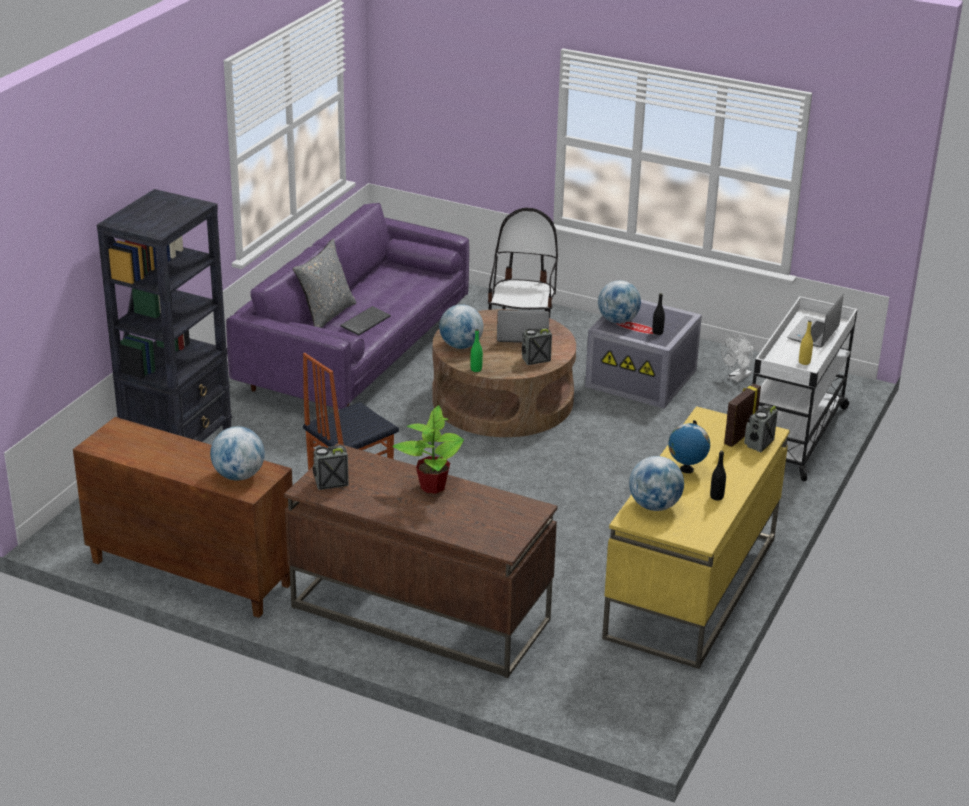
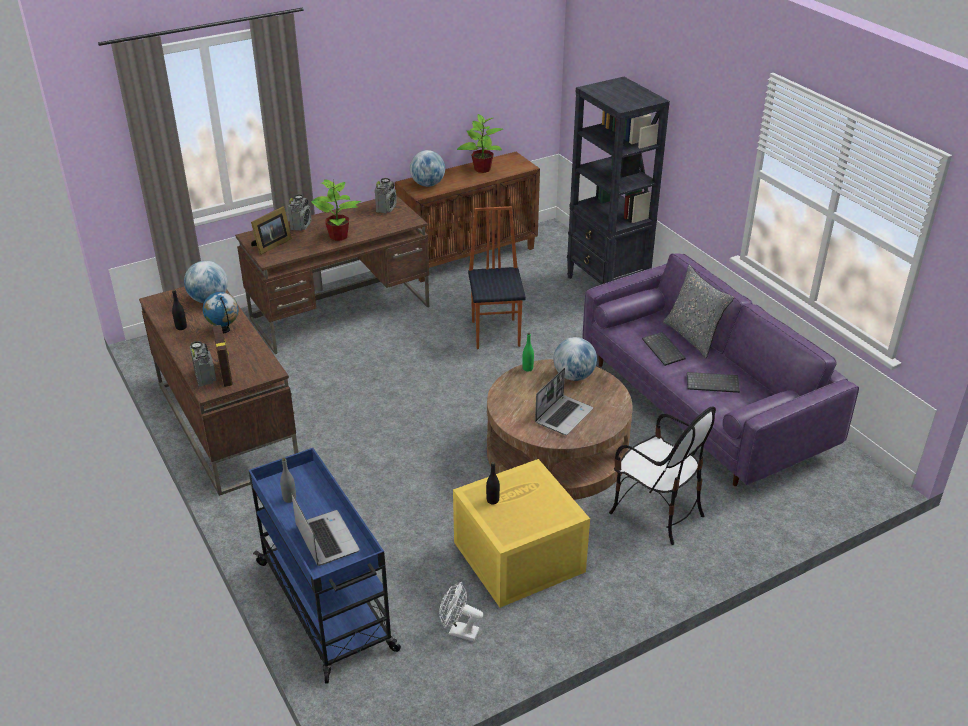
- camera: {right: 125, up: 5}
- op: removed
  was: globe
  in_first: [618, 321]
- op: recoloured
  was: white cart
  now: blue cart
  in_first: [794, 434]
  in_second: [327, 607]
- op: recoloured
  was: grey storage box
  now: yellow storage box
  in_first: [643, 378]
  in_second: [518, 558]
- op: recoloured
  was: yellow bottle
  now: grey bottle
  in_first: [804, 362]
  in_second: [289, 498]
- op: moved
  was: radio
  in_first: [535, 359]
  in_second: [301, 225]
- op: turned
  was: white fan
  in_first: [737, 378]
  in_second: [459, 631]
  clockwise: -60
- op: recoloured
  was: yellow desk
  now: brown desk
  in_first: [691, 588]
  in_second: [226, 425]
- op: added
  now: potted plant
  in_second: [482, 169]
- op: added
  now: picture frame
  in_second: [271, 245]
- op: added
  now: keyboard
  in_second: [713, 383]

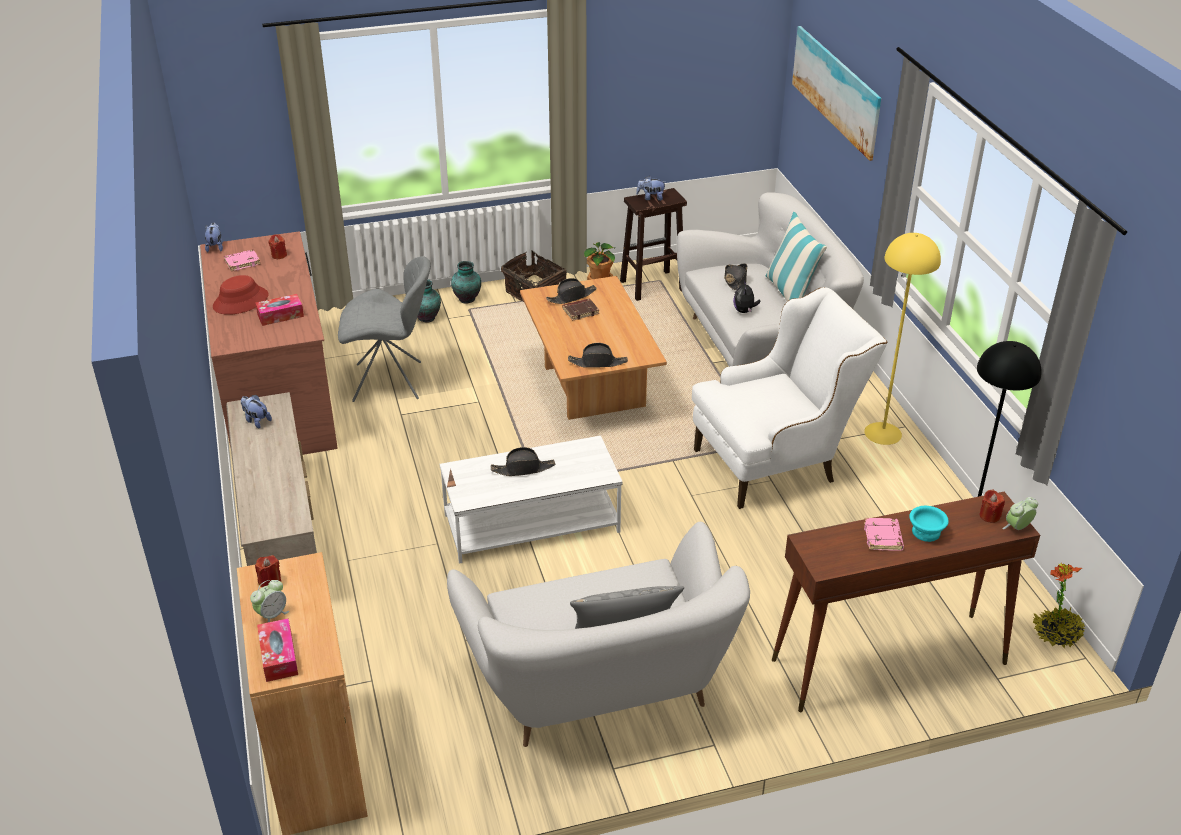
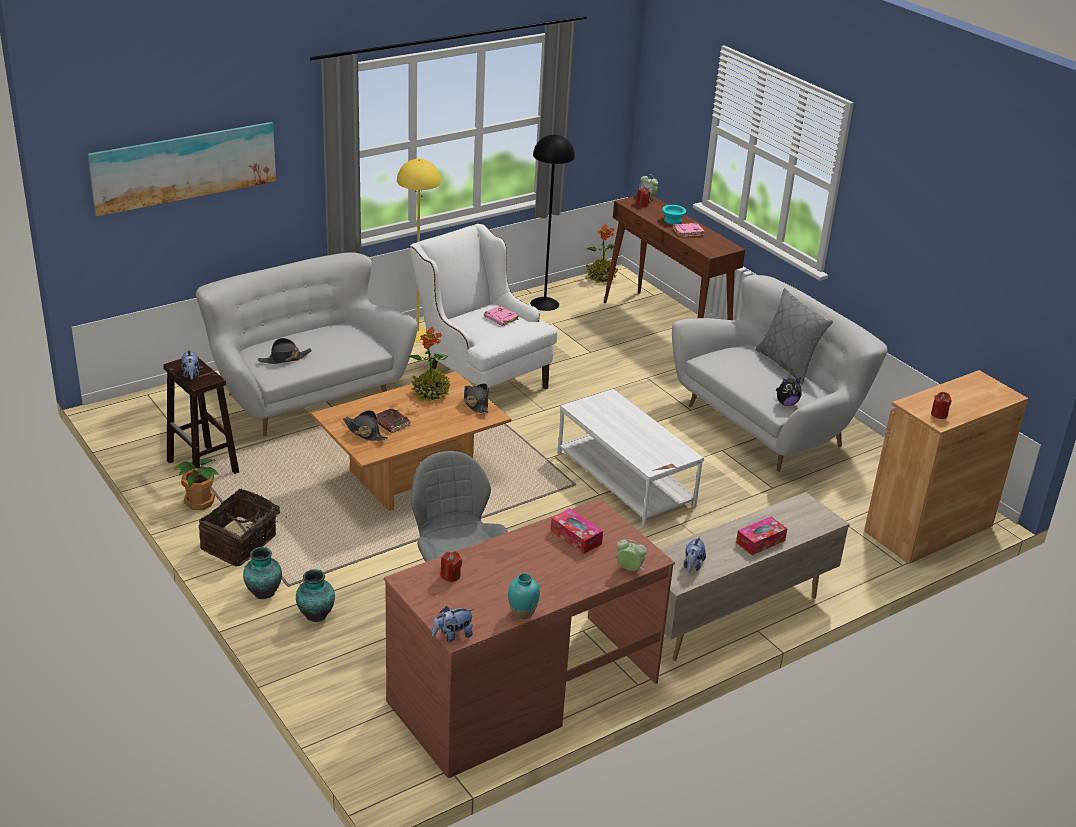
- camera: {right: -110, up: -5}
- op: removed
  was: pillow
  in_first: [790, 293]
- op: moved
  was: pink book
  in_first: [242, 262]
  in_second: [500, 318]
- op: removed
  was: red hat
  in_first: [241, 301]
- op: moved
  was: plush toy
  in_first: [744, 311]
  in_second: [786, 403]
- op: removed
  was: black hat
  in_first: [523, 469]
- op: moved
  was: alarm clock
  in_first: [272, 615]
  in_second: [629, 569]
- op: moved
  was: tissue box
  in_first: [279, 656]
  in_second: [760, 541]
- op: added
  now: potted plant
  in_second: [431, 393]
- op: added
  now: turquoise vase
  in_second: [522, 613]

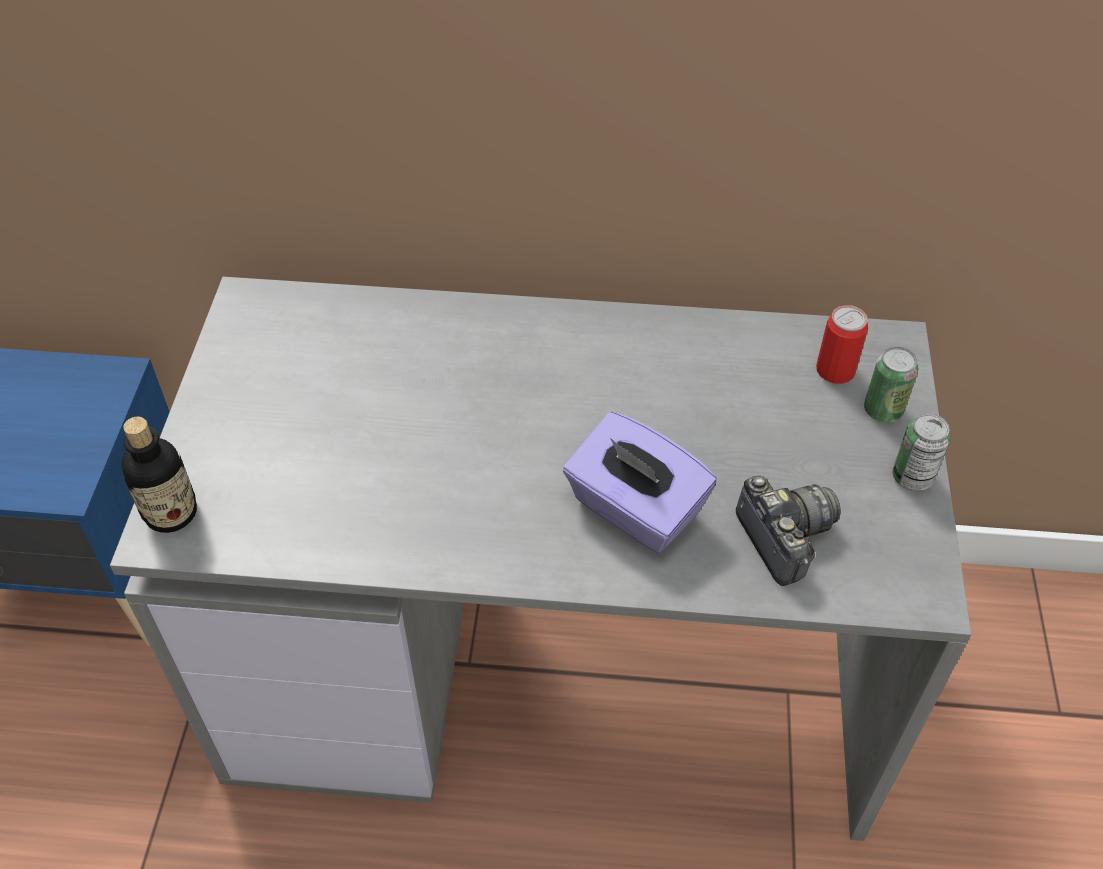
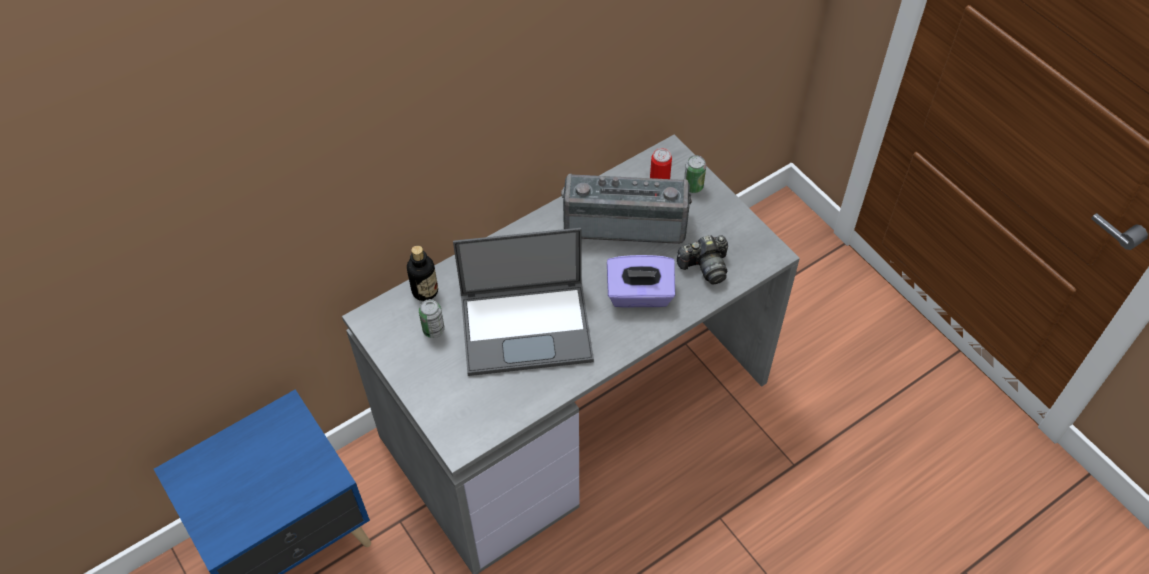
- camera: {right: -40, up: 5}
- op: moved
  was: can
  in_first: [912, 477]
  in_second: [433, 330]
- op: moved
  was: bottle
  in_first: [171, 513]
  in_second: [425, 291]
- op: turned
  was: photo camera
  in_first: [784, 538]
  in_second: [705, 266]
  clockwise: 135
- op: added
  now: radio
  in_second: [625, 222]
- op: added
  now: laptop
  in_second: [527, 326]

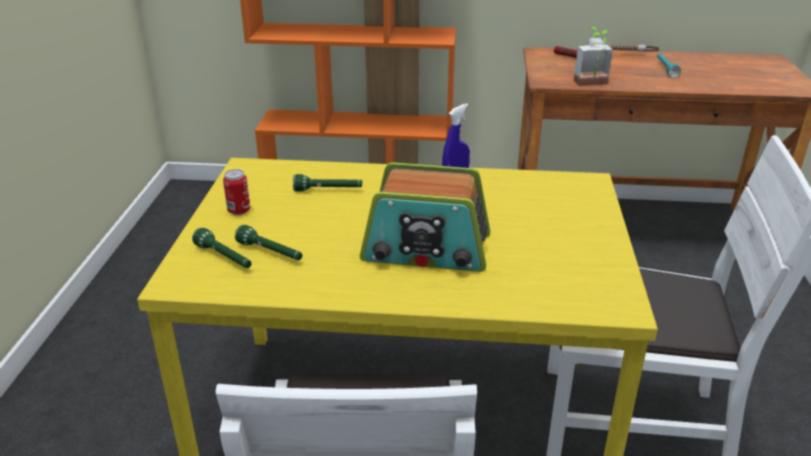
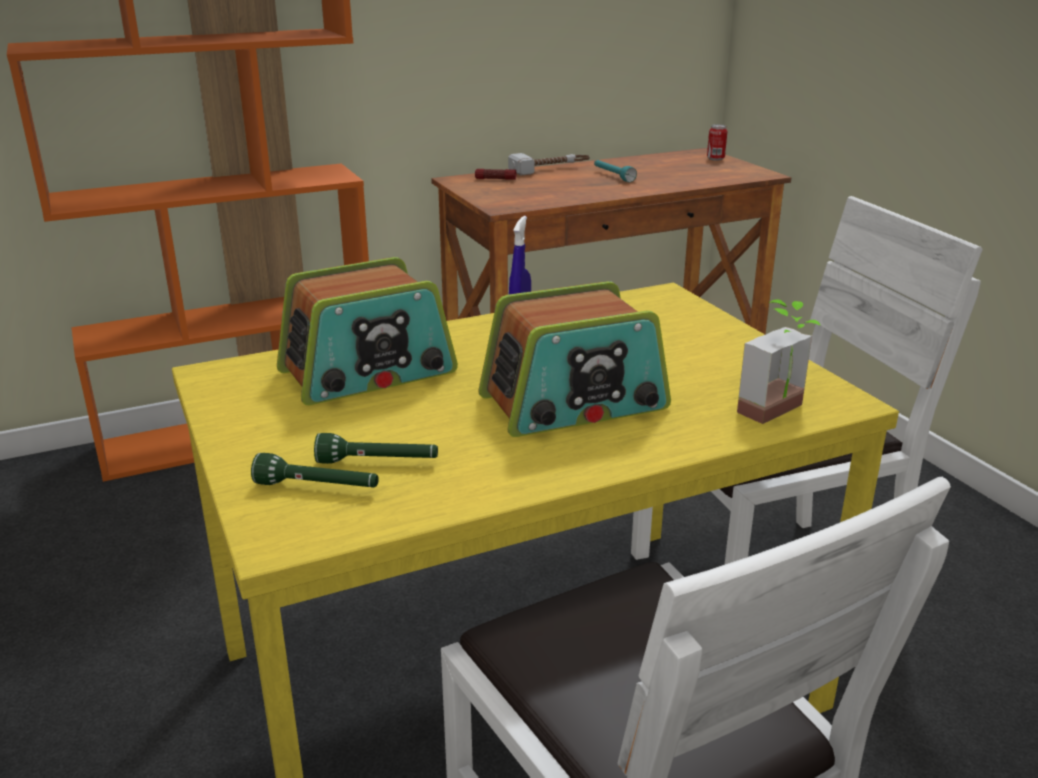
- camera: {right: -30, up: -5}
- op: moved
  was: potted plant
  in_first: [593, 84]
  in_second: [781, 413]
- op: moved
  was: can
  in_first: [239, 211]
  in_second: [715, 159]
- op: replaced
  was: green flashlight
  now: radio
  in_first: [328, 190]
  in_second: [368, 373]

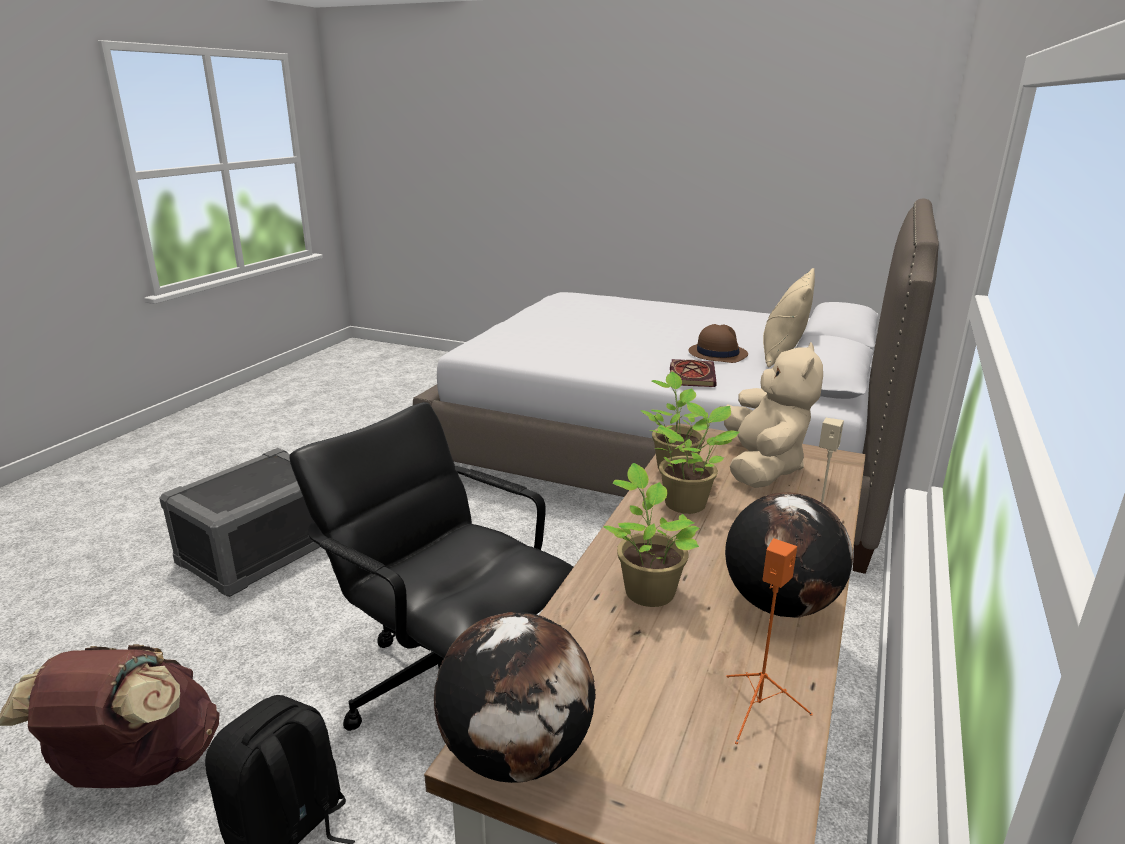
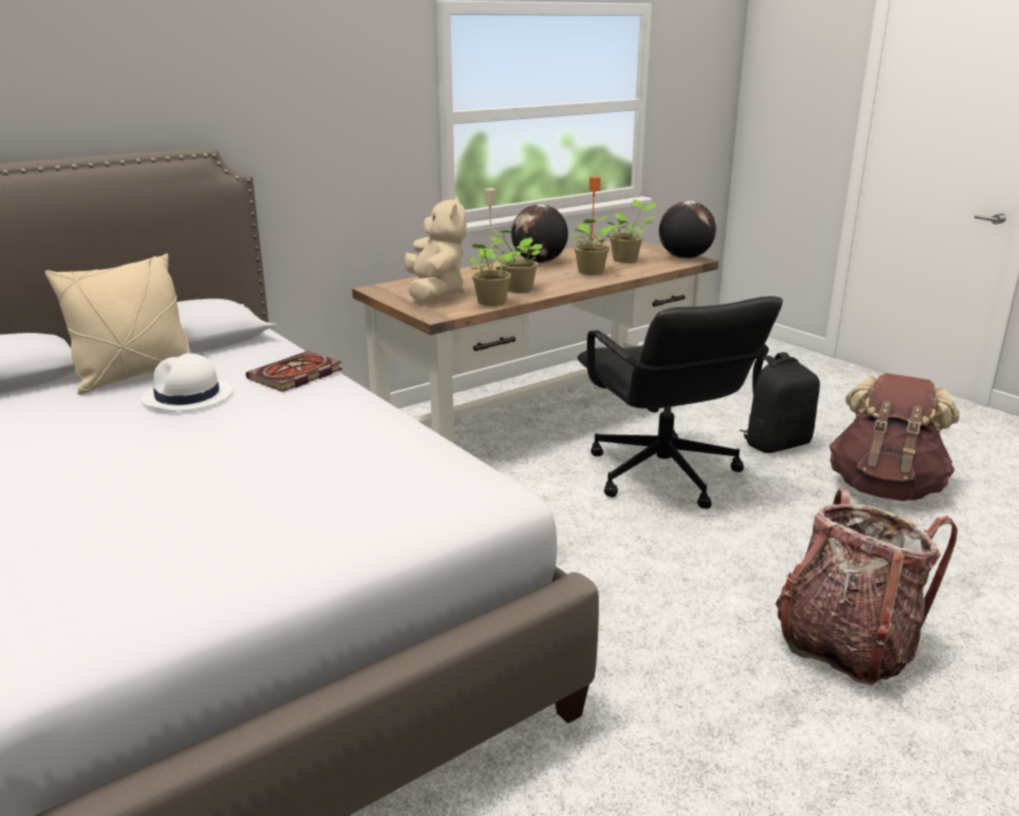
- camera: {right: -150, up: 0}
- op: recoloured
  was: brown hat
  now: white hat
  in_first: [717, 353]
  in_second: [187, 397]
- op: turned
  was: beige plush toy
  in_first: [762, 467]
  in_second: [435, 293]
  clockwise: 135
- op: replaced
  was: grey storage box
  now: backpack
  in_first: [261, 551]
  in_second: [846, 644]
- op: added
  now: potted plant
  in_second: [627, 260]

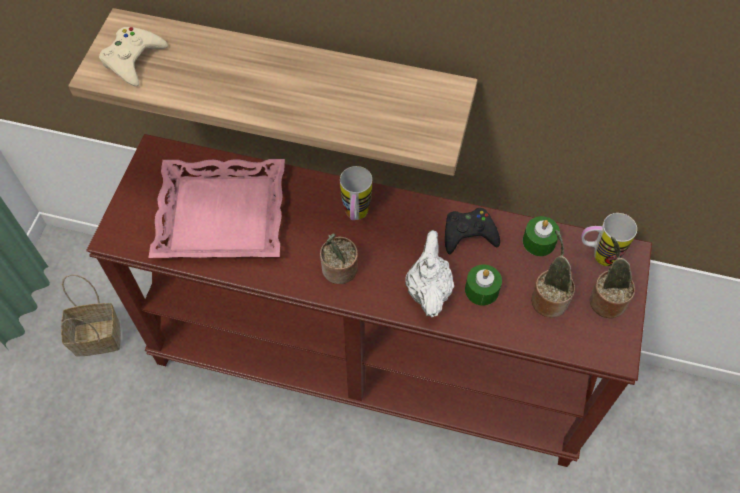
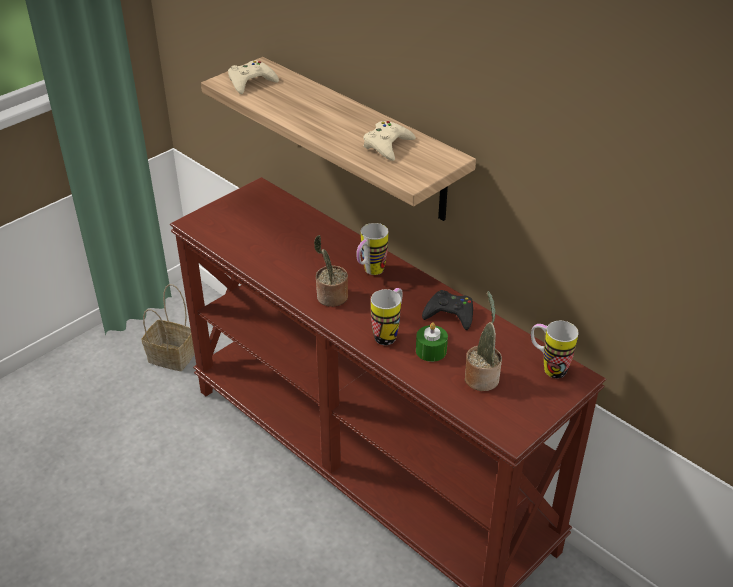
- camera: {right: 30, up: -20}
- op: removed
  was: pink tray
  in_first: [221, 216]
- op: removed
  was: green candle
  in_first: [539, 241]
- op: replaced
  was: white teapot
  now: mug
  in_first: [428, 289]
  in_second: [389, 334]
- op: removed
  was: potted plant
  in_first: [605, 300]
- op: added
  now: beige game controller
  in_second: [387, 145]

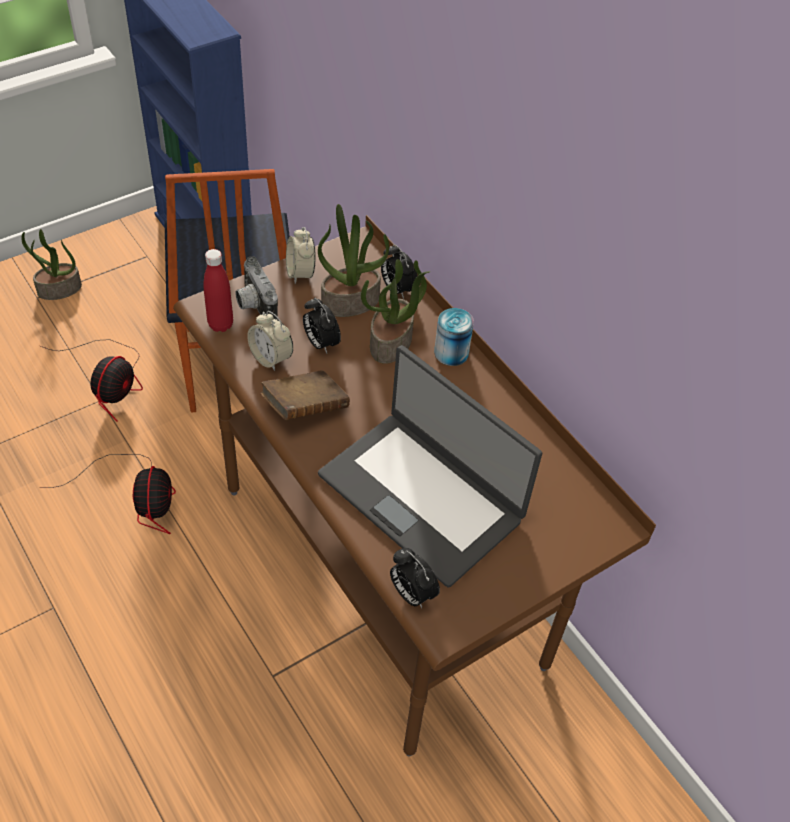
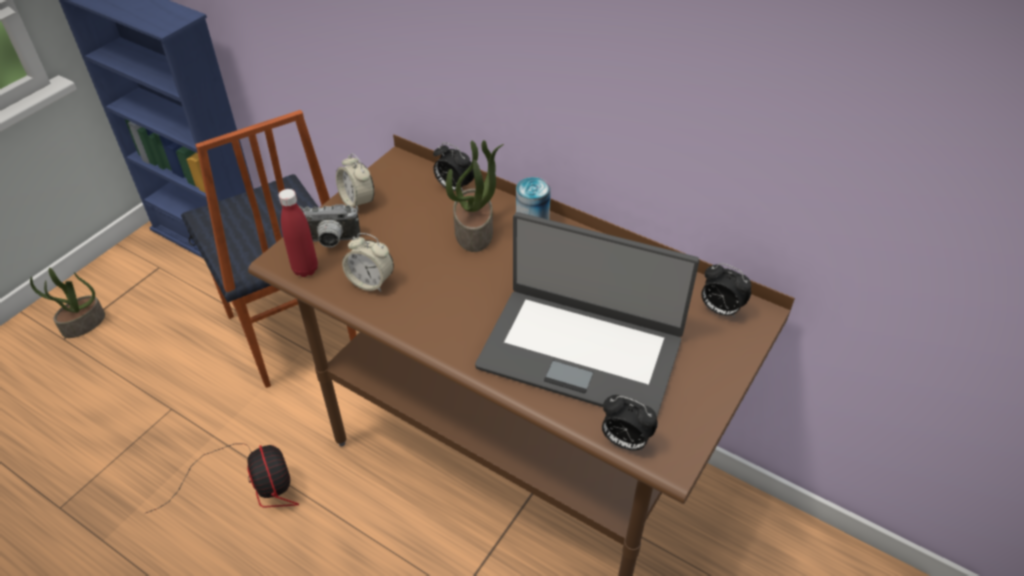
- camera: {right: -20, up: -5}
- op: removed
  was: potted plant
  in_first: [350, 301]
- op: turned
  was: photo camera
  in_first: [253, 304]
  in_second: [328, 242]
  clockwise: -45
- op: moved
  was: alarm clock
  in_first: [320, 343]
  in_second: [719, 310]
- op: removed
  was: fan
  in_first: [111, 383]
- op: removed
  was: brown book
  in_first: [305, 408]

